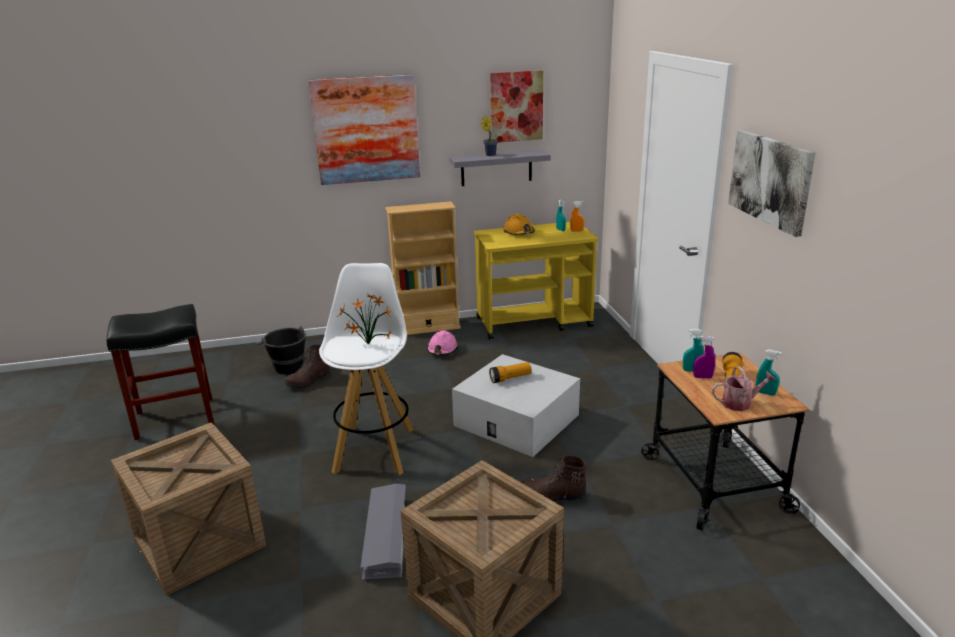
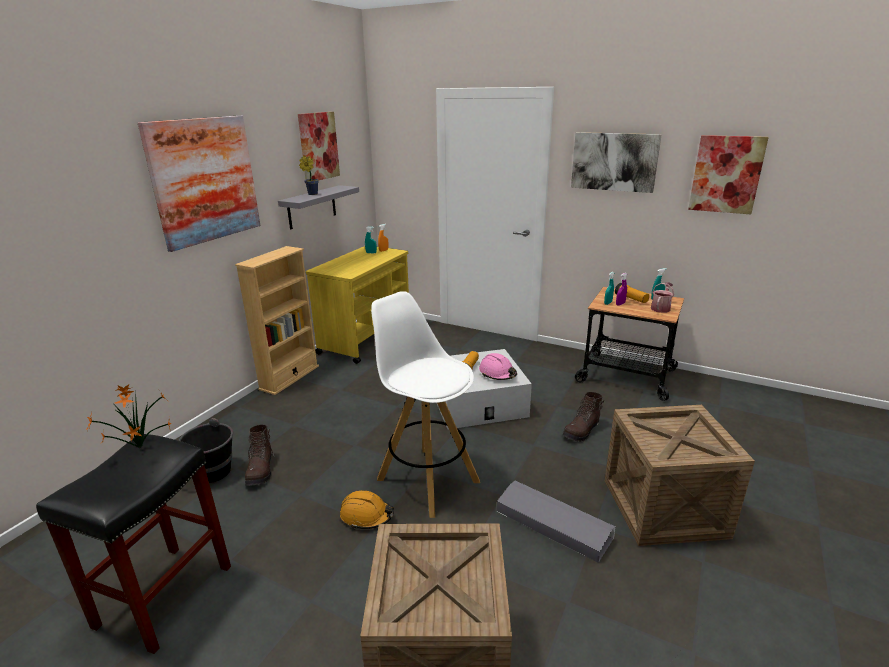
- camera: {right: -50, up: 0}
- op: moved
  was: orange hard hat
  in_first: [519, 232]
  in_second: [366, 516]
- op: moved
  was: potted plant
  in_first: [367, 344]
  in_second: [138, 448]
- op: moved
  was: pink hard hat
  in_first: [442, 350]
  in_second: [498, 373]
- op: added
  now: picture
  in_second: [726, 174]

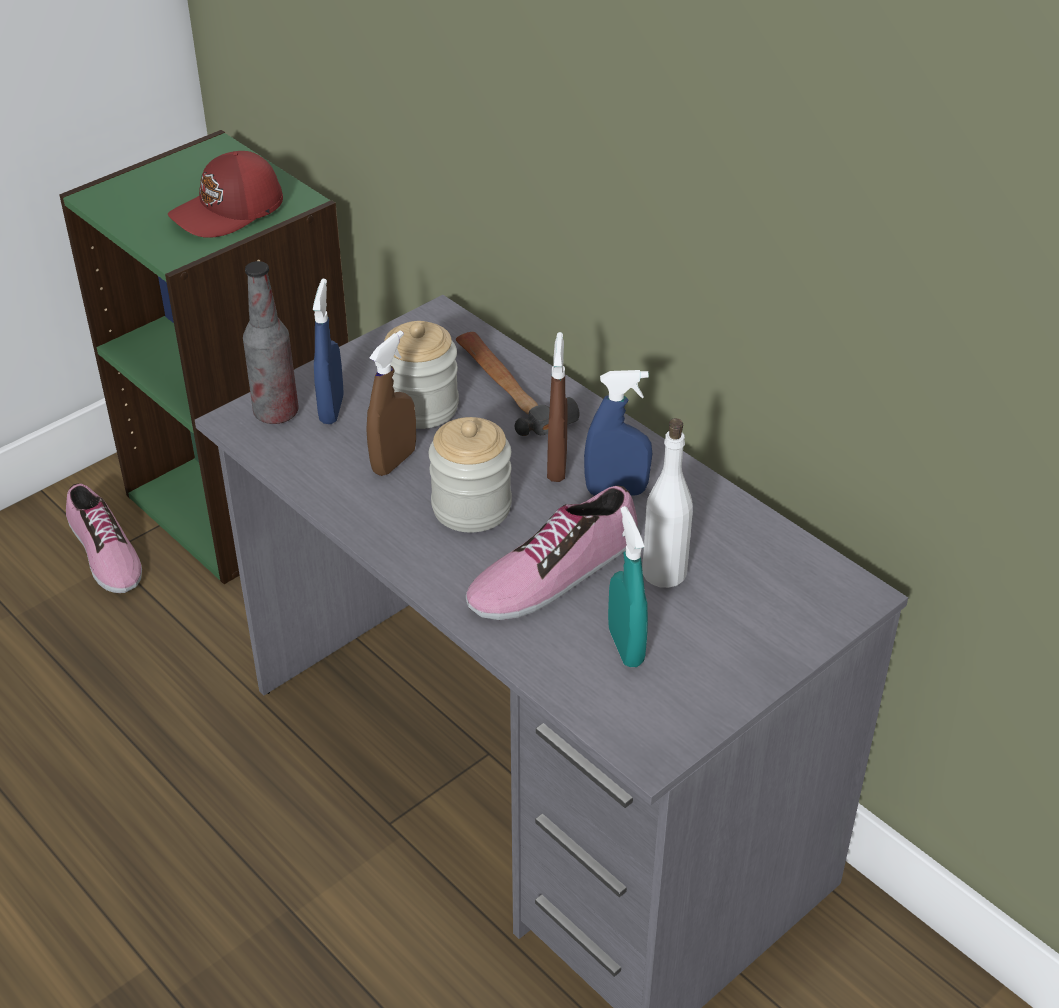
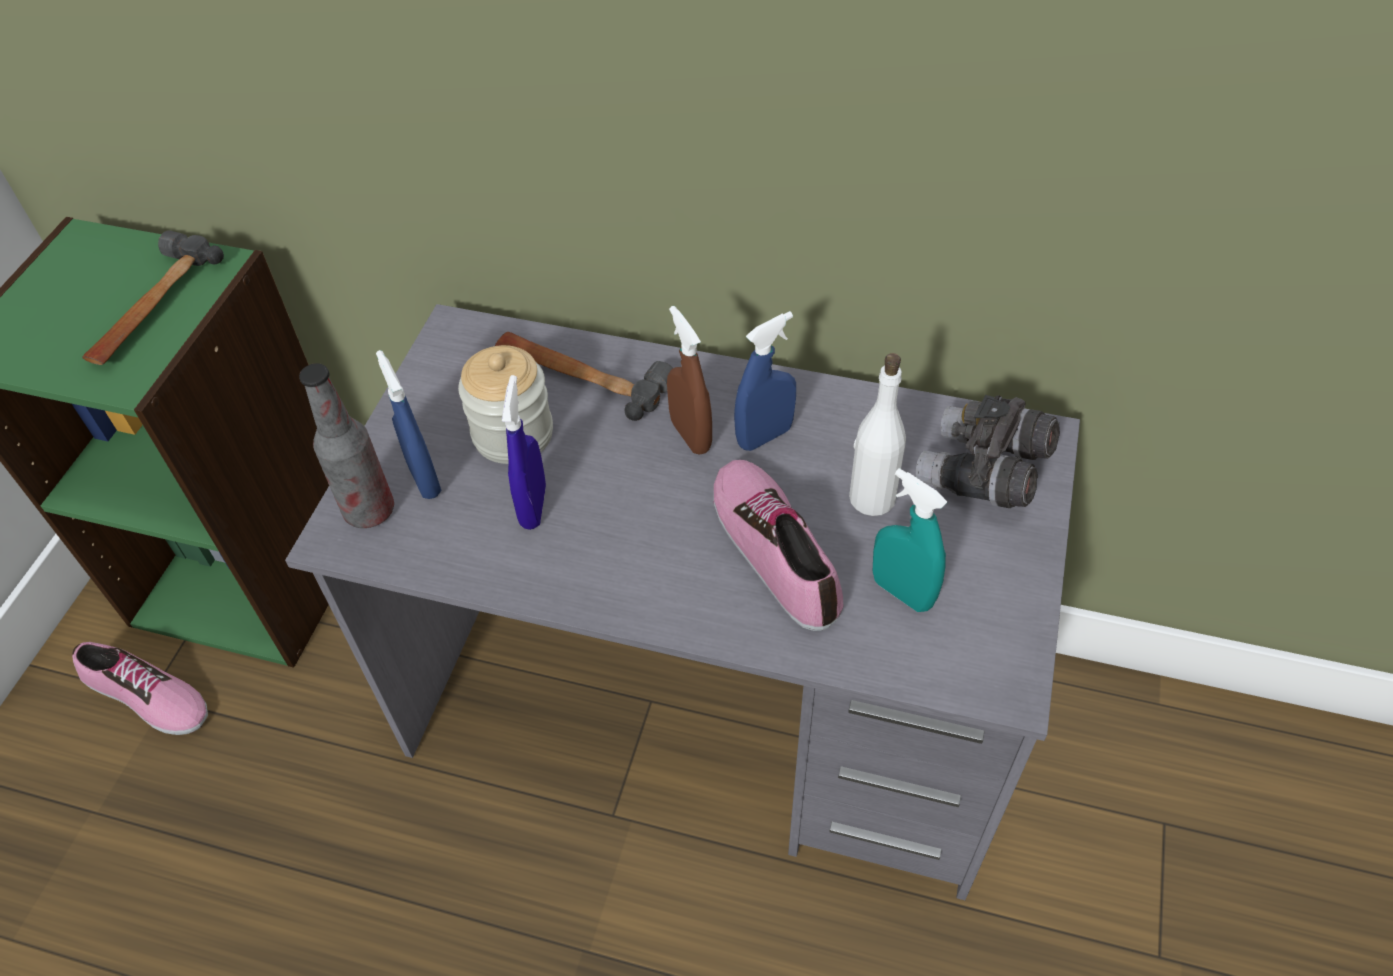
- camera: {right: -30, up: 10}
- op: replaced
  was: red cap
  now: hammer
  in_first: [229, 212]
  in_second: [152, 307]
- op: recoloured
  was: brown spray bottle
  now: blue spray bottle
  in_first: [394, 461]
  in_second: [533, 506]
- op: removed
  was: jar
  in_first: [471, 507]
- op: turned
  was: shoe
  in_first: [552, 572]
  in_second: [776, 549]
  clockwise: 135
- op: added
  now: grey binoculars
  in_second: [983, 474]

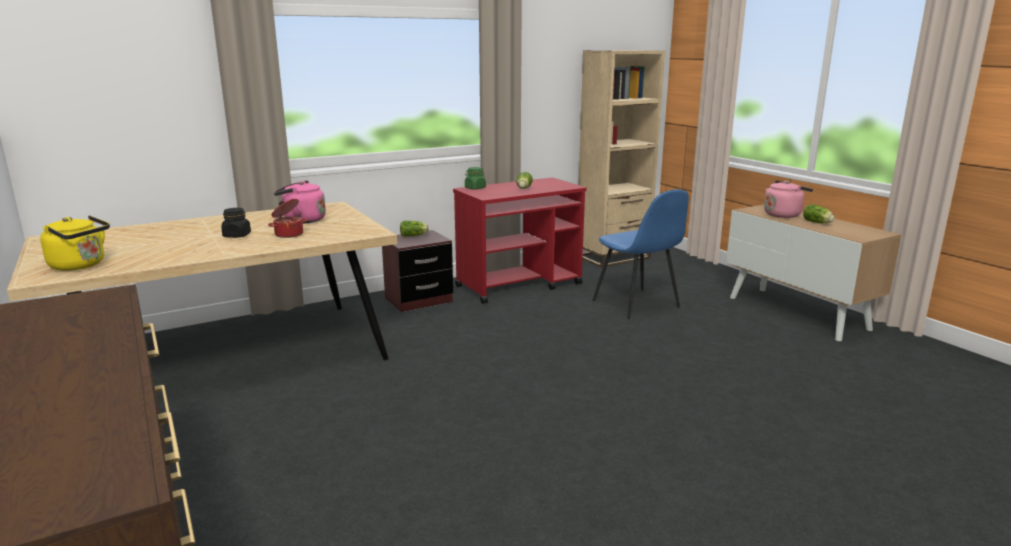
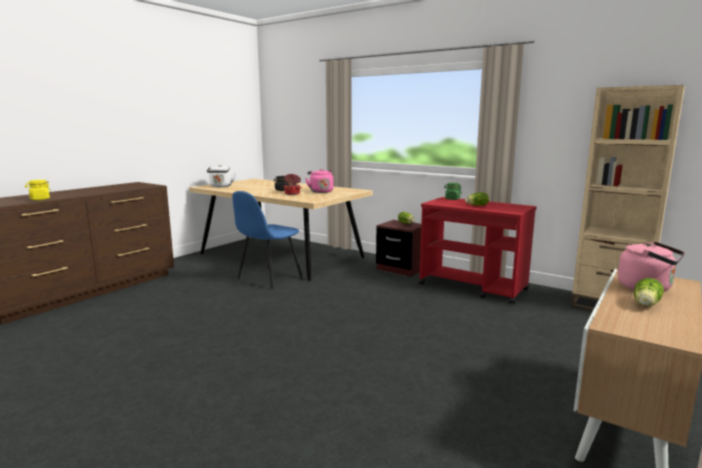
- camera: {right: 65, up: -5}
- op: moved
  was: blue chair
  in_first: [637, 304]
  in_second: [268, 278]
- op: recoloured
  was: yellow kettle
  now: white kettle
  in_first: [80, 265]
  in_second: [221, 186]
- op: added
  now: yellow jar
  in_second: [39, 199]

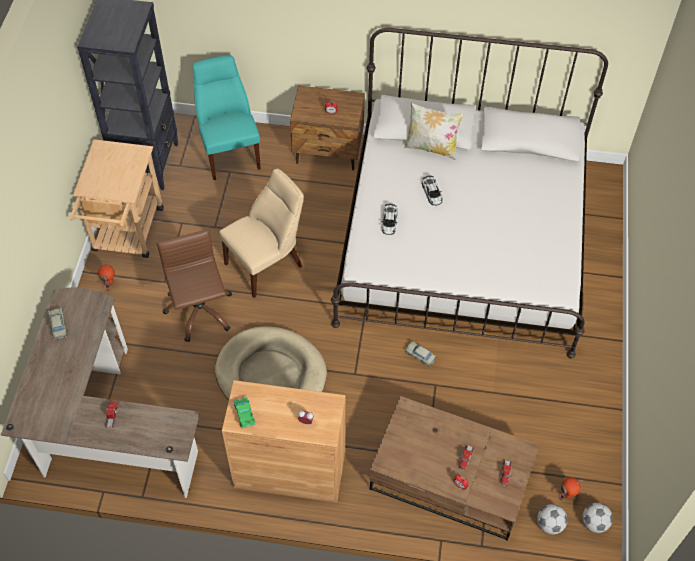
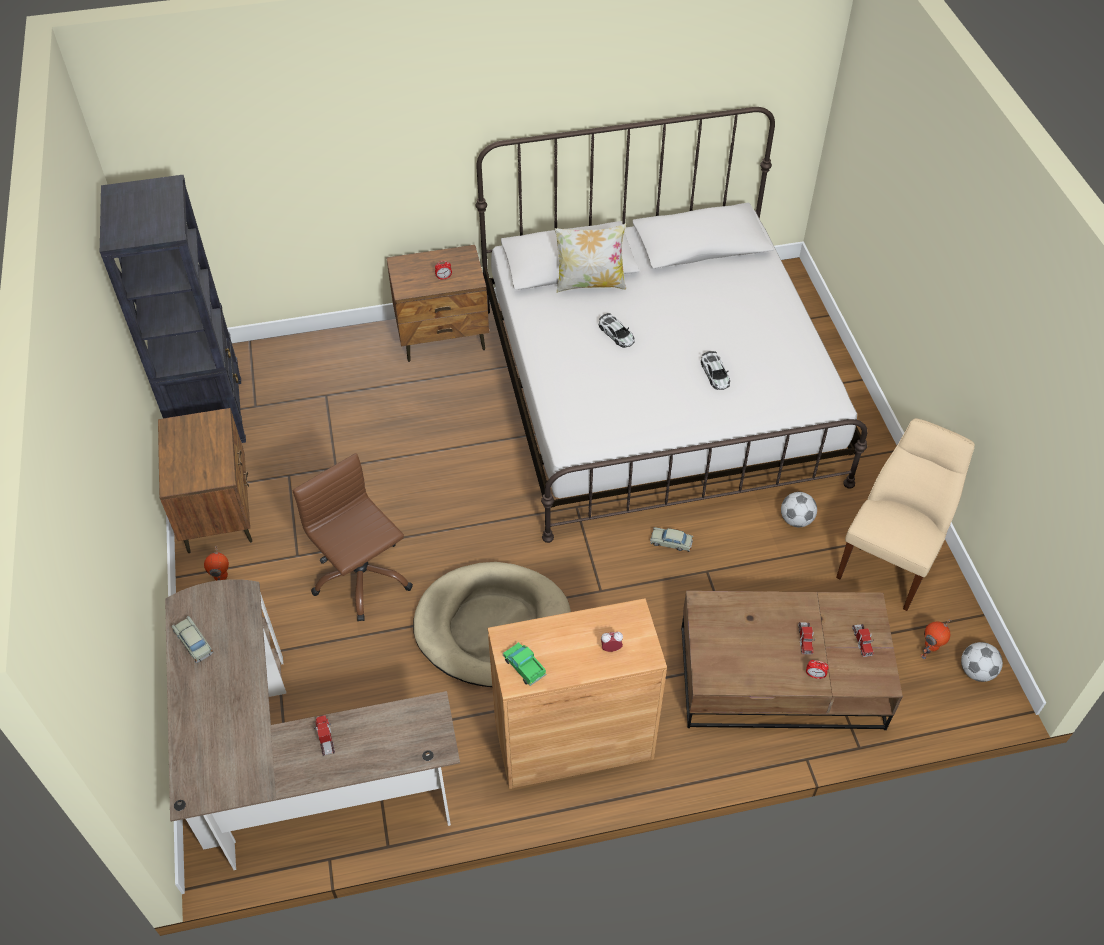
- camera: {right: -20, up: -5}
- op: removed
  was: turquoise chair
  in_first: [229, 151]
- op: replaced
  was: beige cart
  now: brown nightstand
  in_first: [126, 235]
  in_second: [218, 512]
- op: moved
  was: beige chair
  in_first: [267, 263]
  in_second: [890, 559]
- op: moved
  was: toy car
  in_first: [389, 221]
  in_second: [715, 374]
- op: moved
  was: football
  in_first: [549, 524]
  in_second: [796, 520]

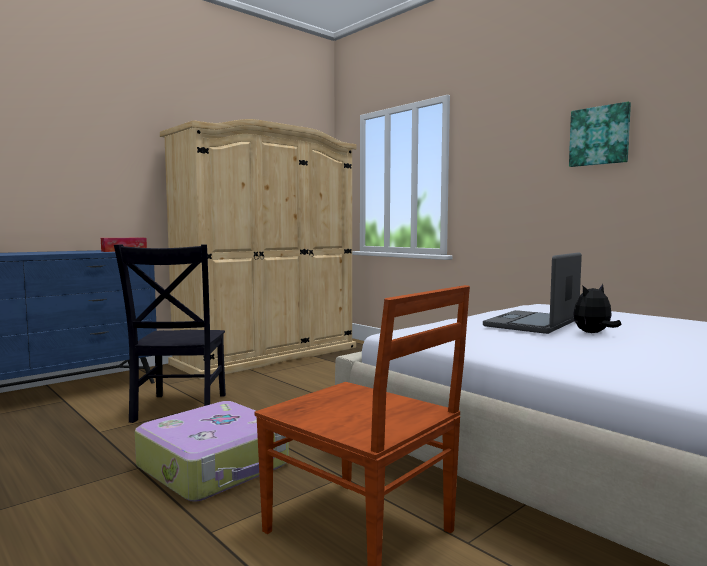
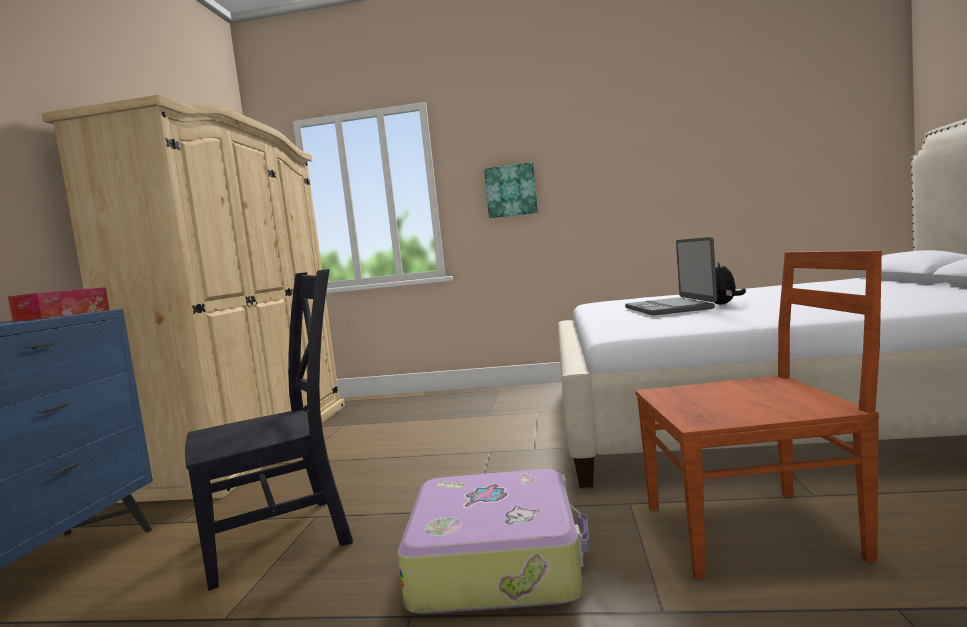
- camera: {right: -40, up: 0}
- op: moved
  was: picture
  in_first: [599, 136]
  in_second: [511, 191]
- op: turned
  was: black chair
  in_first: [179, 409]
  in_second: [284, 537]
  clockwise: -75

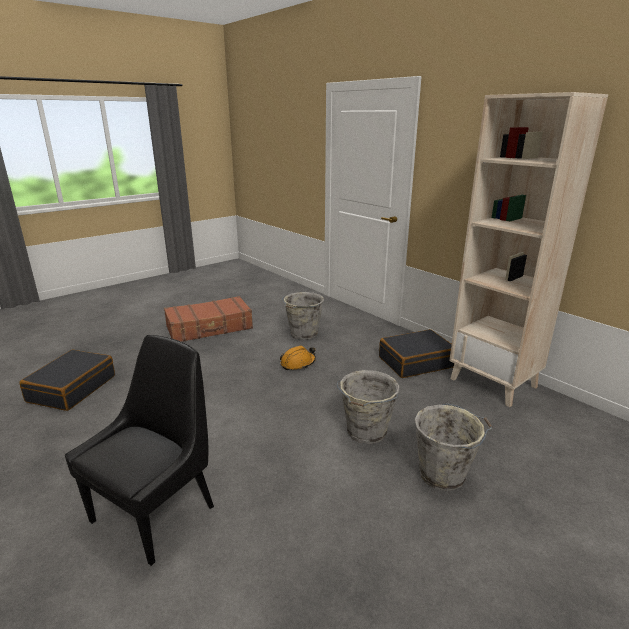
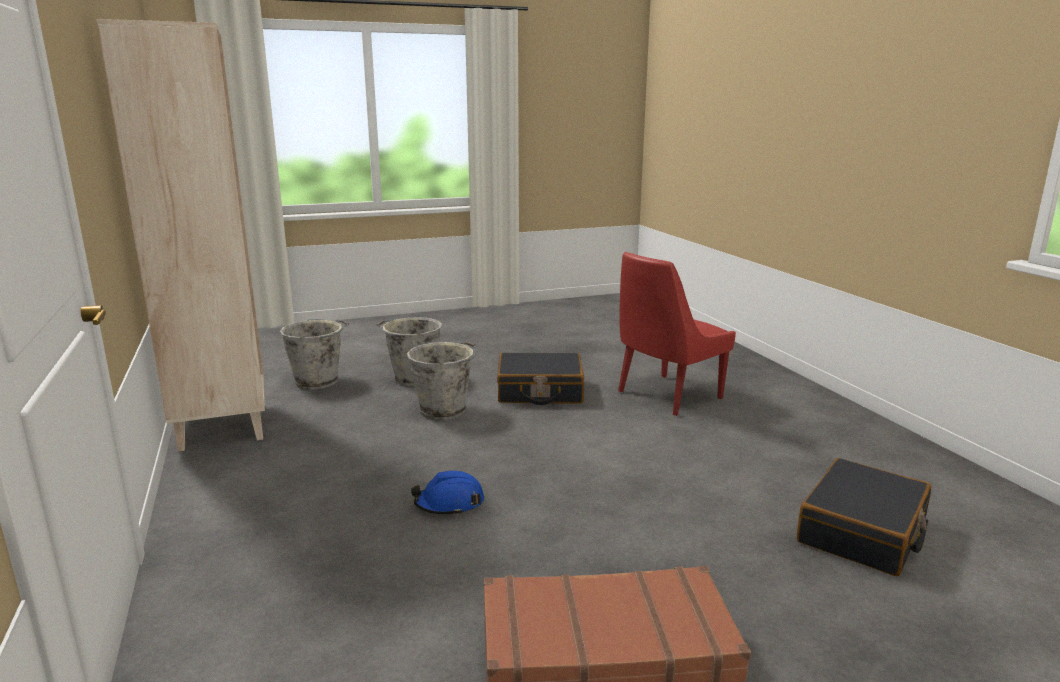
- camera: {right: -160, up: -5}
- op: moved
  was: grey bucket
  in_first: [303, 334]
  in_second: [318, 381]
- op: moved
  was: black suitcase
  in_first: [415, 362]
  in_second: [540, 392]
- op: recoloured
  was: black chair
  now: red chair
  in_first: [157, 511]
  in_second: [666, 396]
- op: recoloured
  was: orange hard hat
  now: blue hard hat
  in_first: [298, 363]
  in_second: [449, 504]

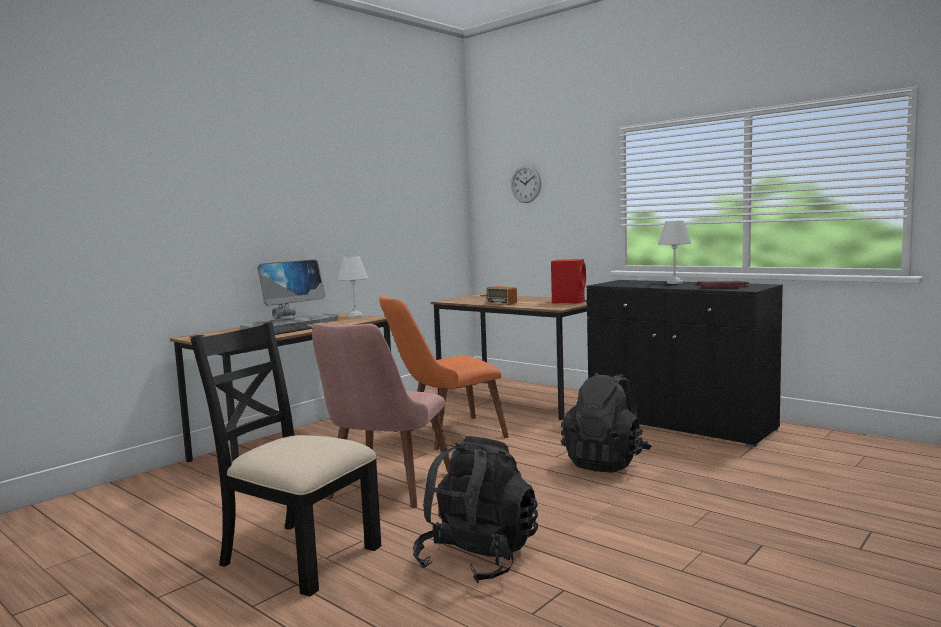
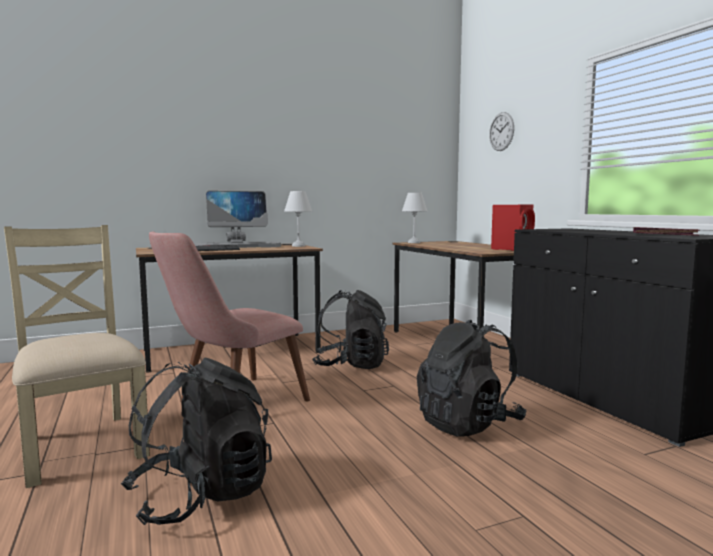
- camera: {right: 25, up: 0}
- op: moved
  was: white table lamp
  in_first: [674, 283]
  in_second: [413, 242]
- op: removed
  was: radio
  in_first: [497, 302]
- op: replaced
  was: orange chair
  now: black backpack
  in_first: [444, 435]
  in_second: [351, 365]
- op: recoloured
  was: black chair
  now: beige chair
  in_first: [298, 555]
  in_second: [82, 446]

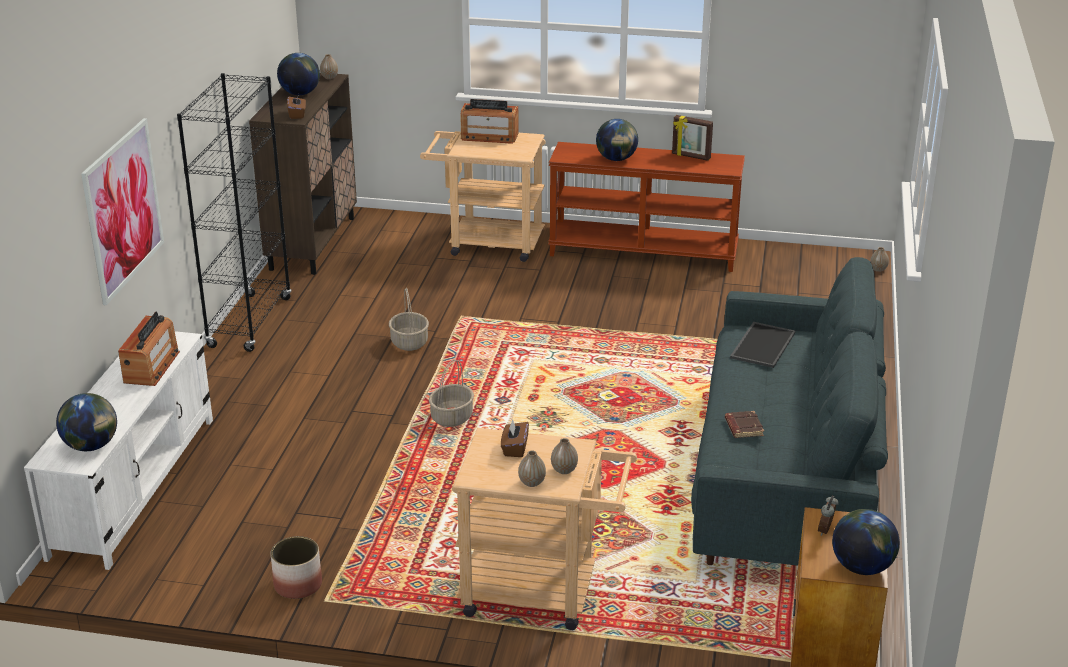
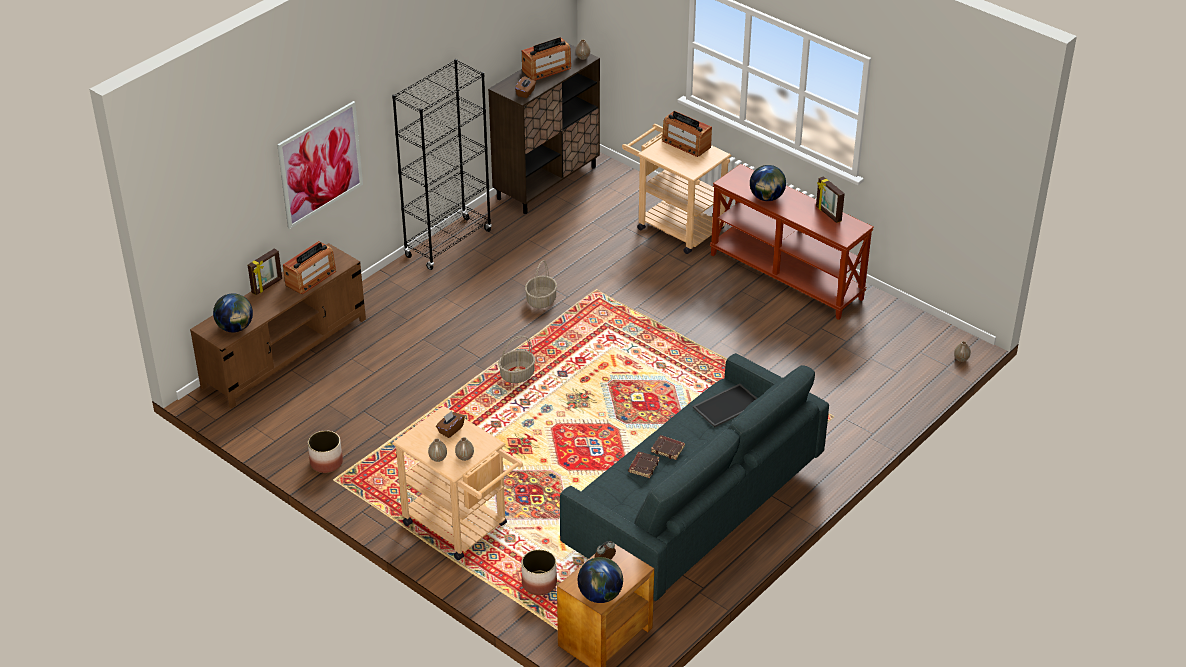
- camera: {right: 30, up: 10}
- op: replaced
  was: globe
  now: radio
  in_first: [300, 93]
  in_second: [546, 69]
- op: recoloured
  was: white tv stand
  now: brown tv stand
  in_first: [134, 485]
  in_second: [285, 352]
- op: added
  now: picture frame
  in_second: [267, 286]
- op: added
  now: brown book
  in_second: [668, 449]
- op: added
  now: planter
  in_second: [538, 583]

